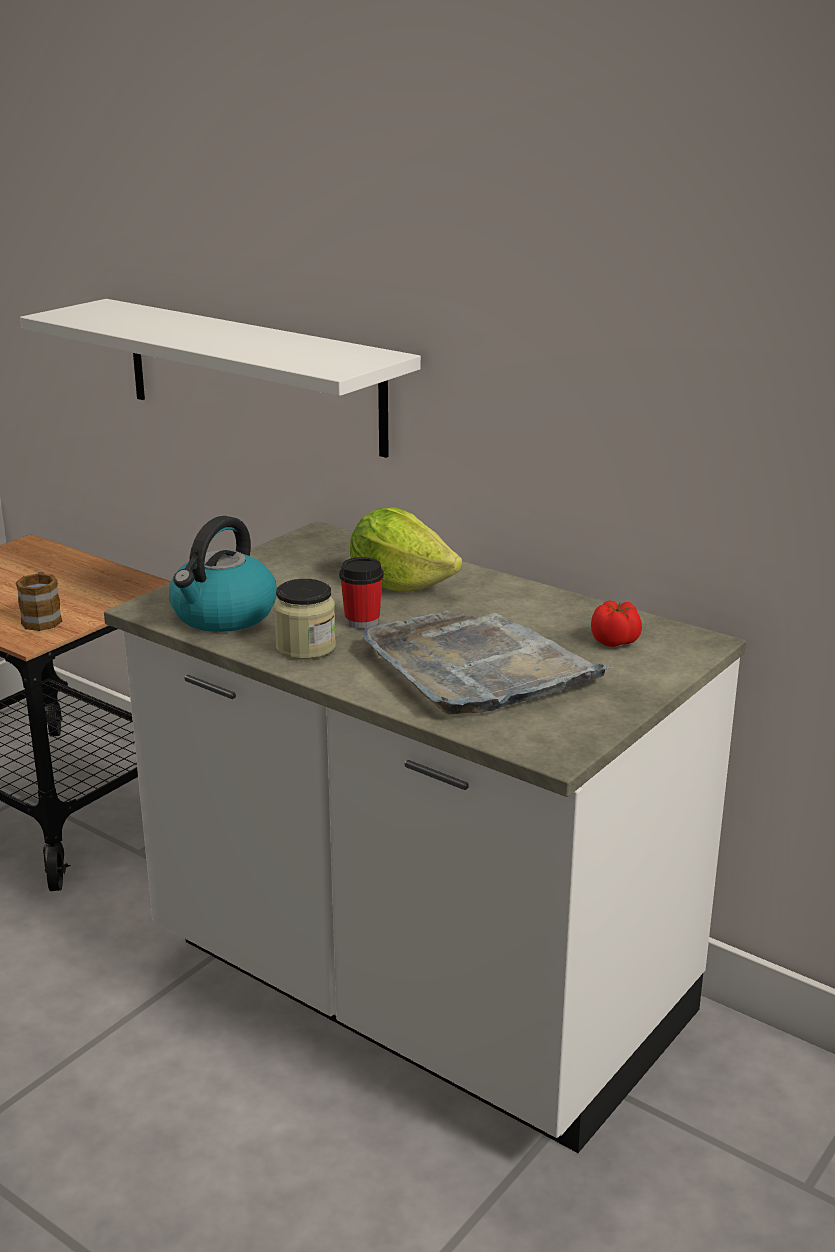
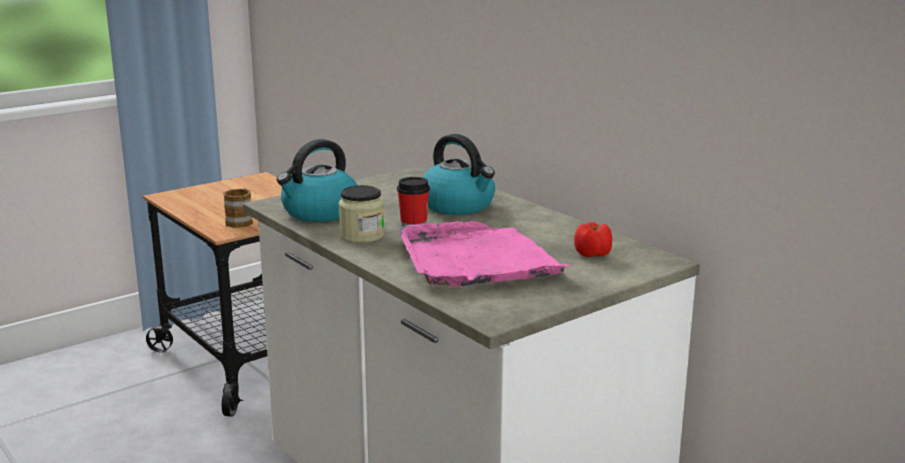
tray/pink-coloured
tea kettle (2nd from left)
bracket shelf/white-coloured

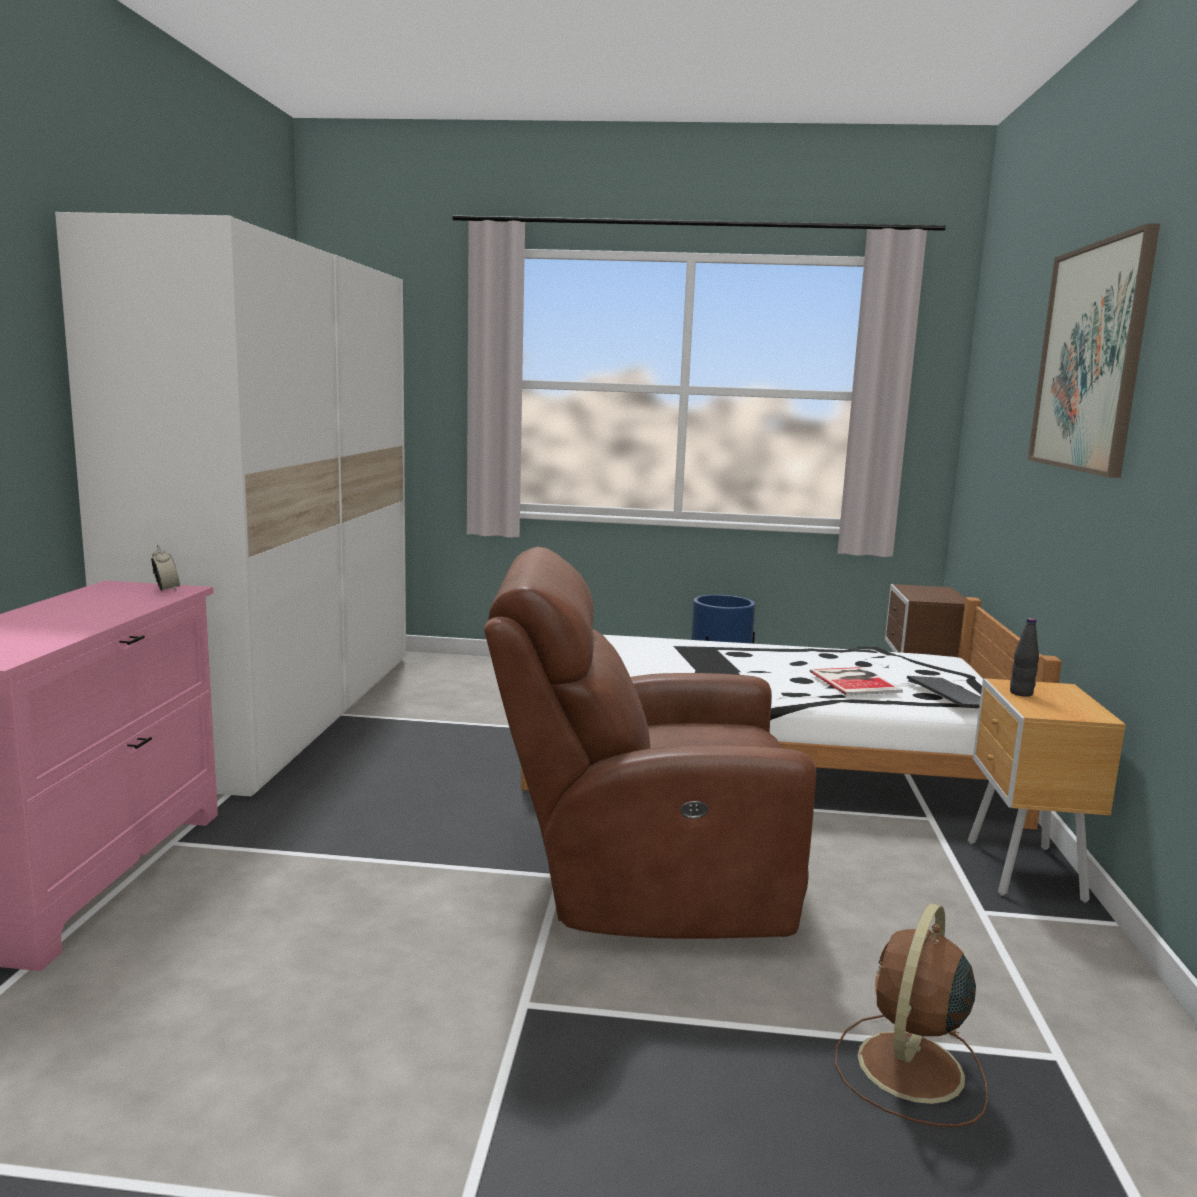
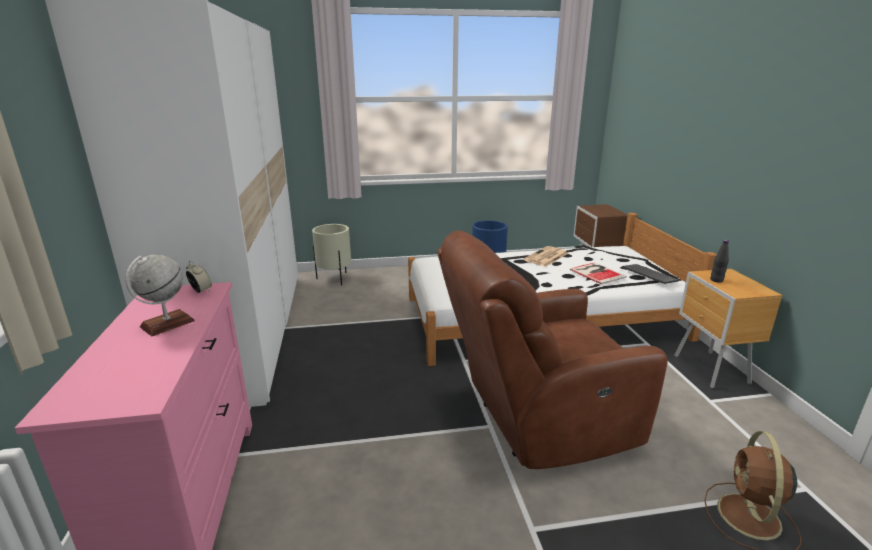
globe
flower pot/sand-coloured
newspaper
wall art

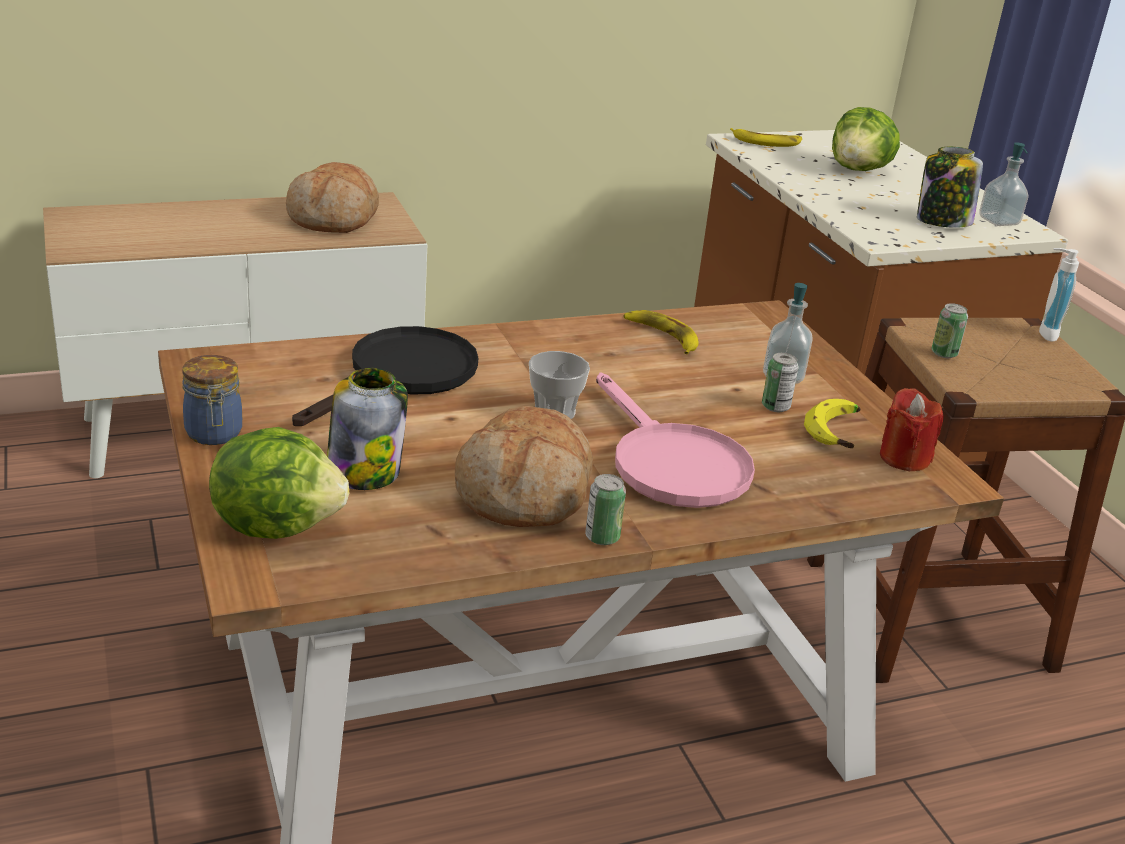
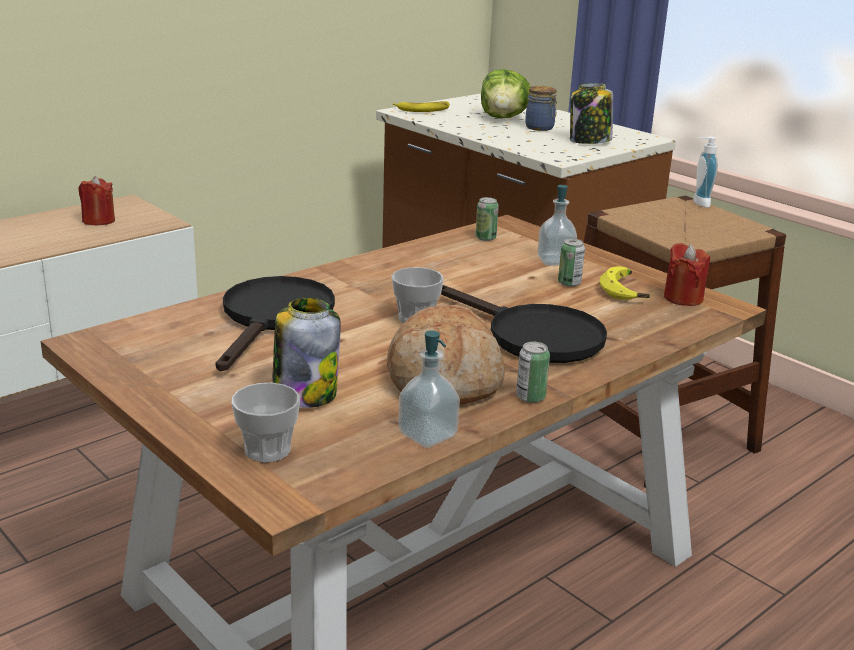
candle/red-coloured (1st from left)
drinking cup (1st from left)
soap dispenser (1st from left)
frying pan/blackish (2nd from left)
metal can (1st from left)
storage jar (2nd from left)
banana (1st from left in the first image)

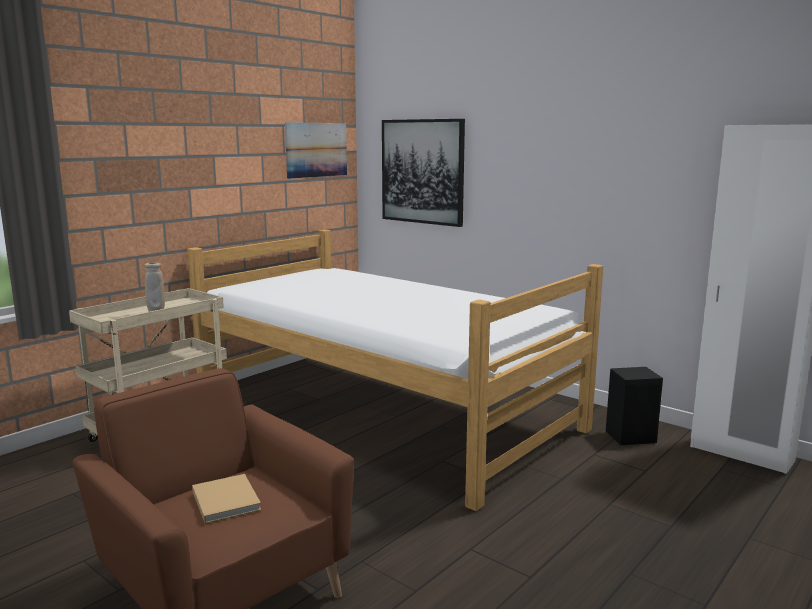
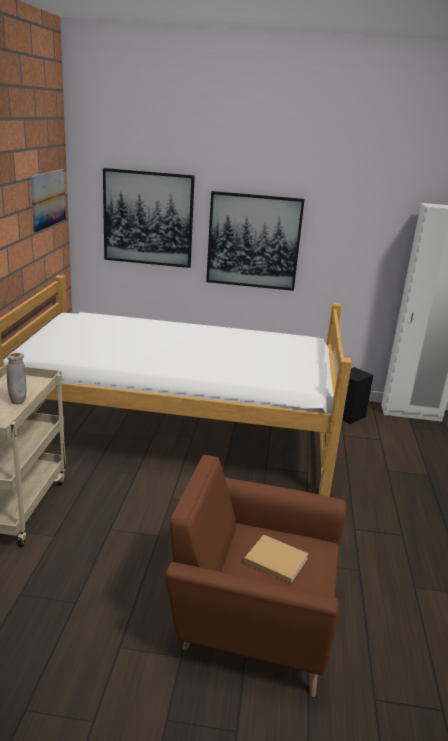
wall art (3rd from left)

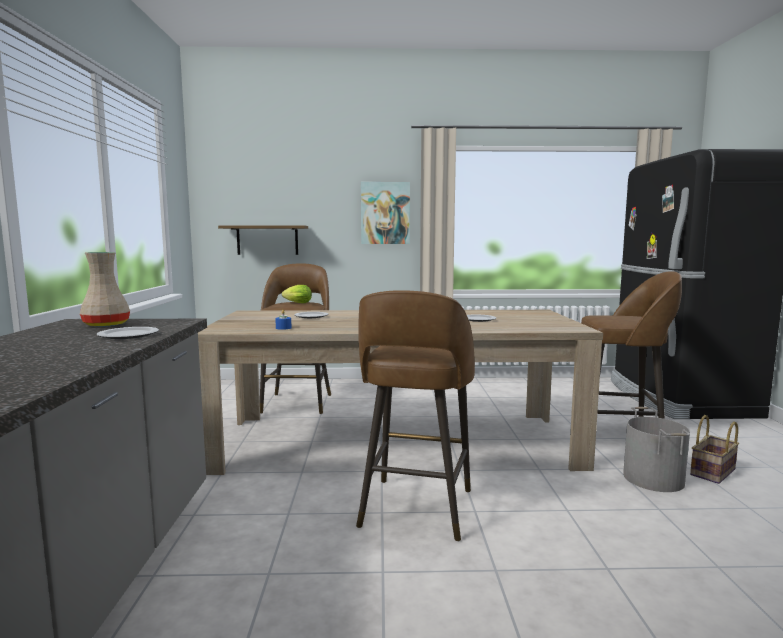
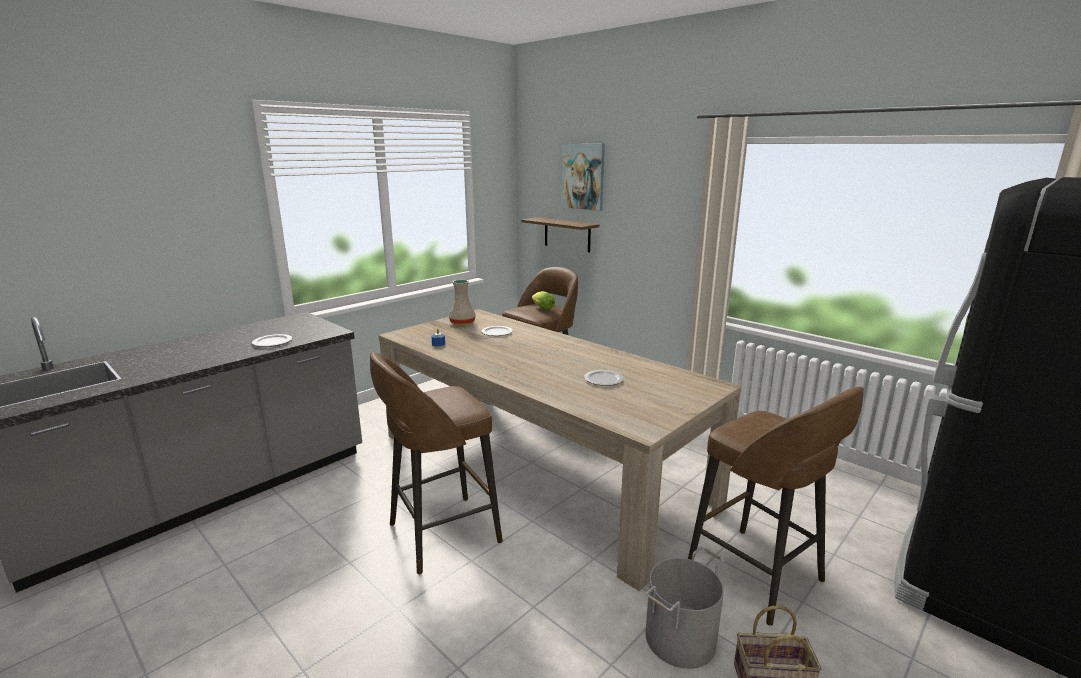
flower vase/sand-coloured
wall art

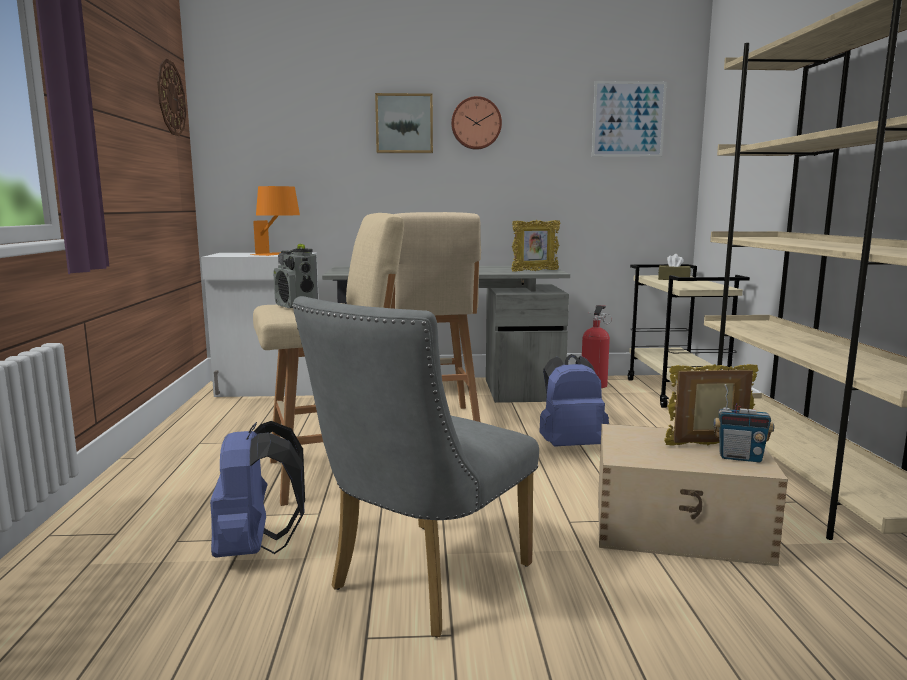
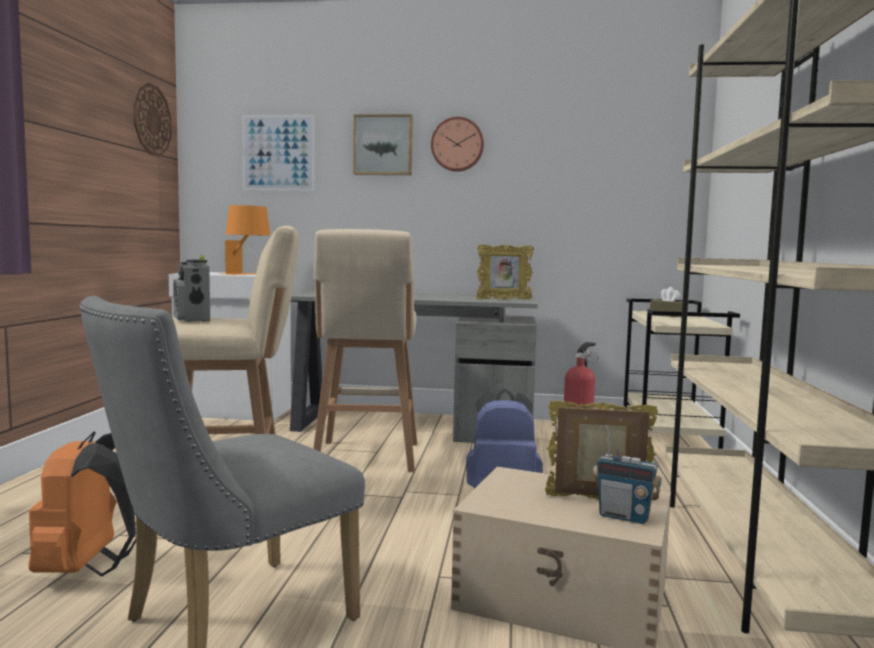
rucksack/orange-coloured
wall art (1st from left)

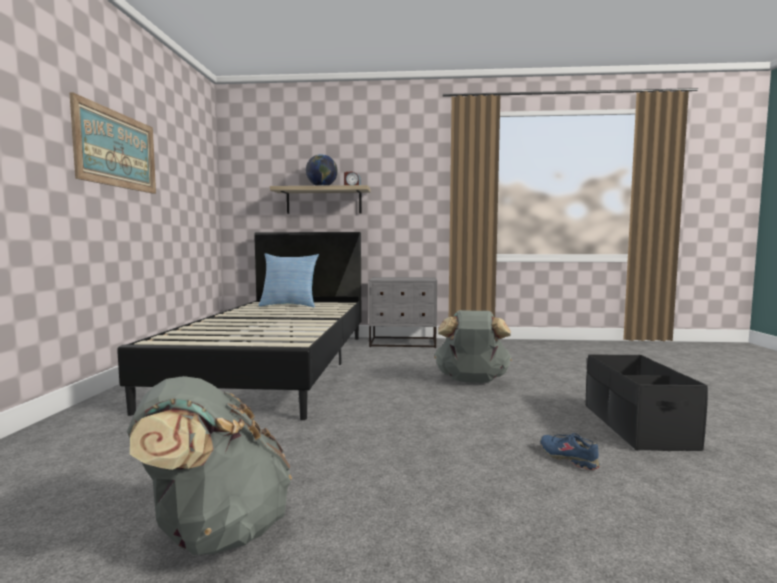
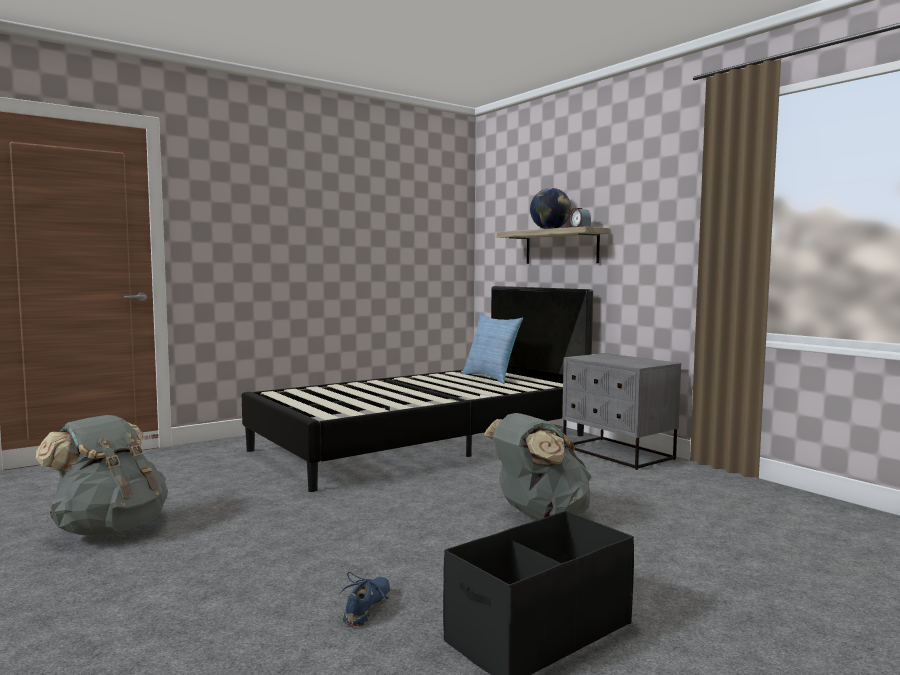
wall art

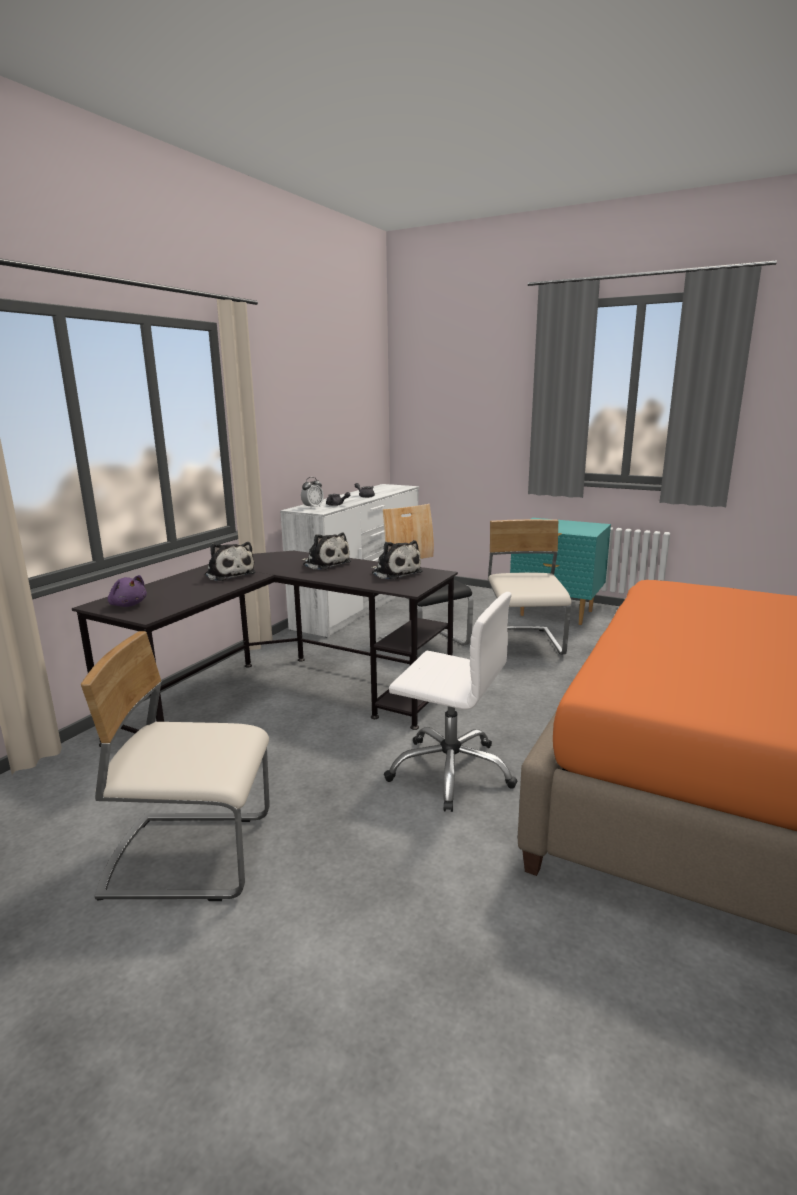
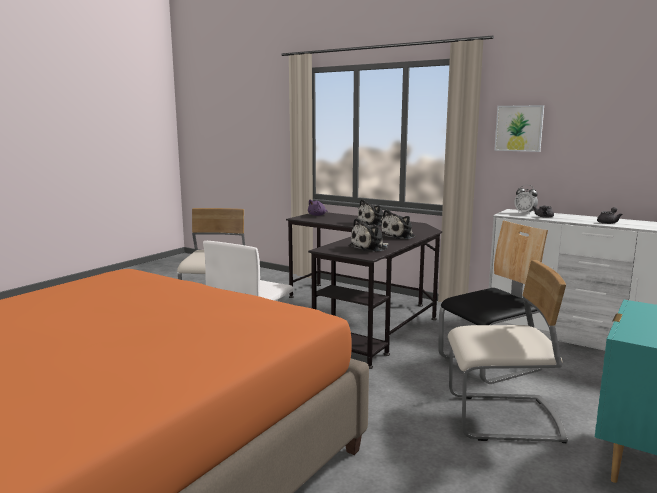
wall art

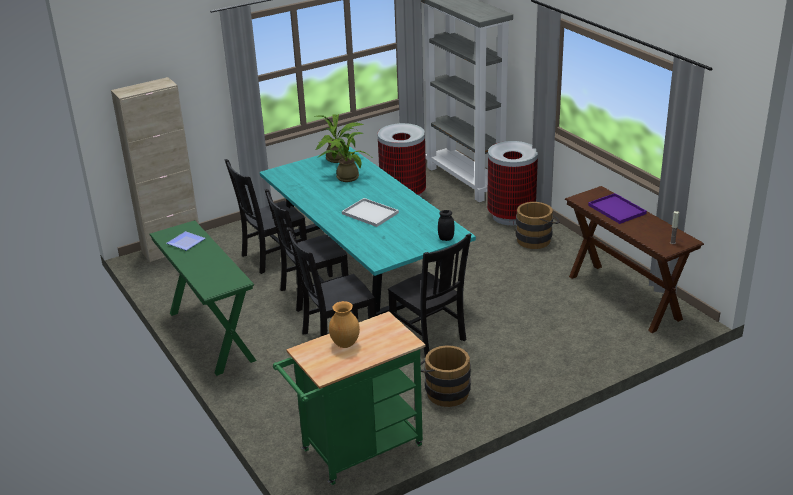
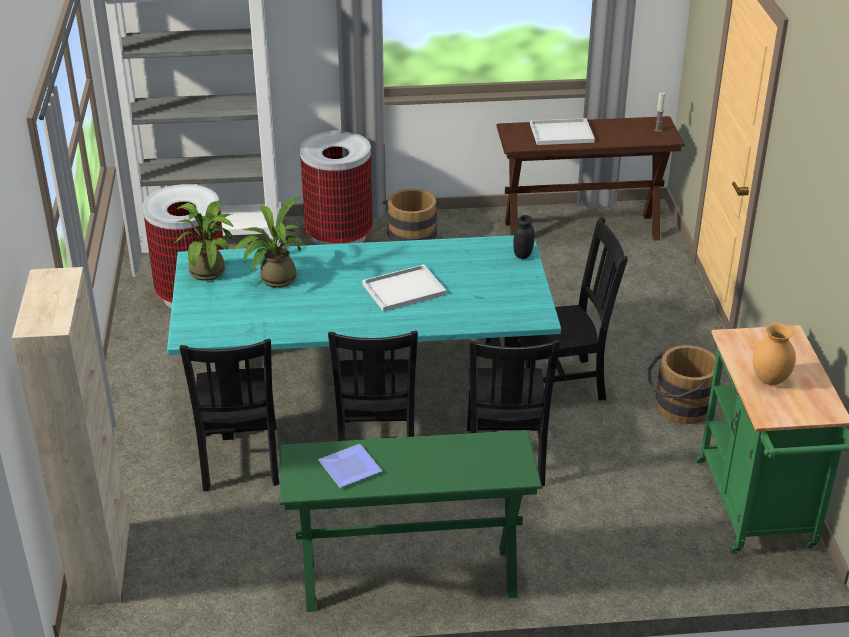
tray/white-coloured (2nd from left)

